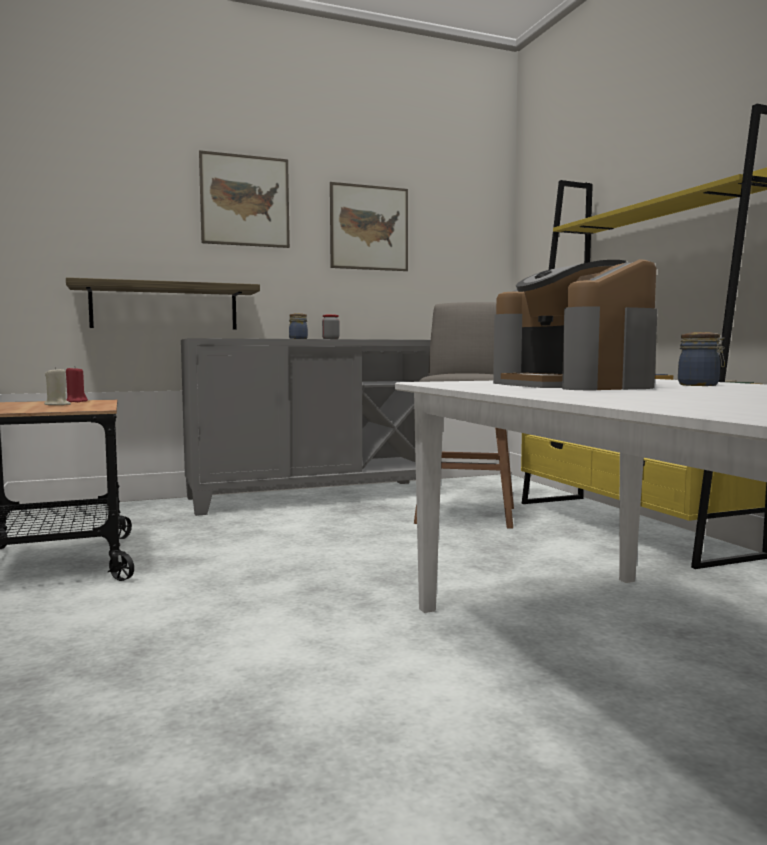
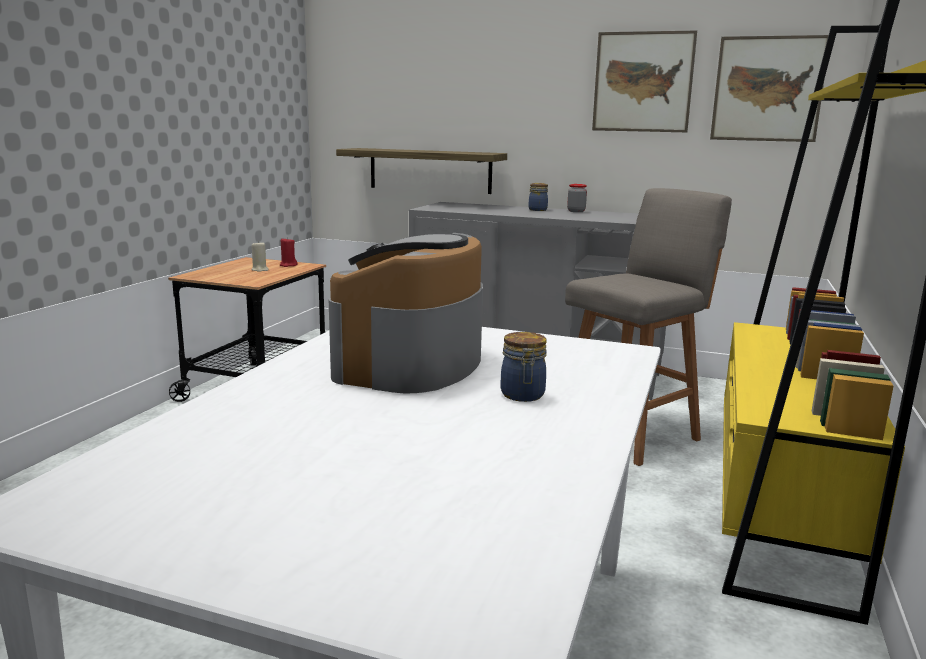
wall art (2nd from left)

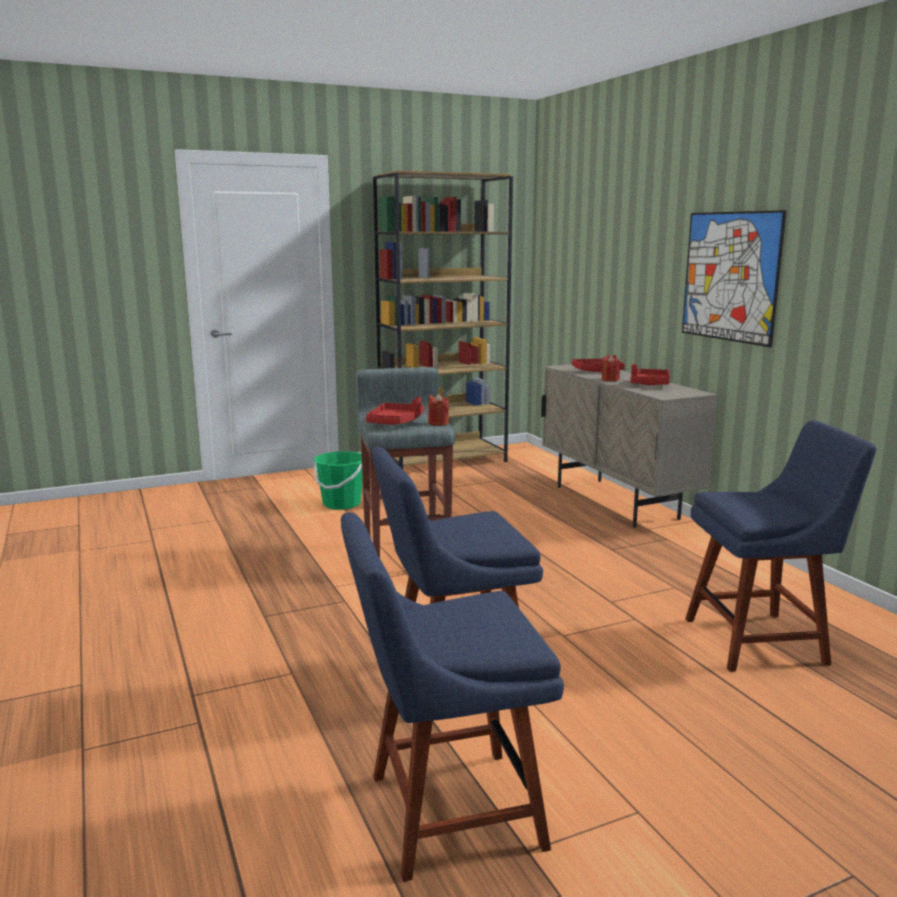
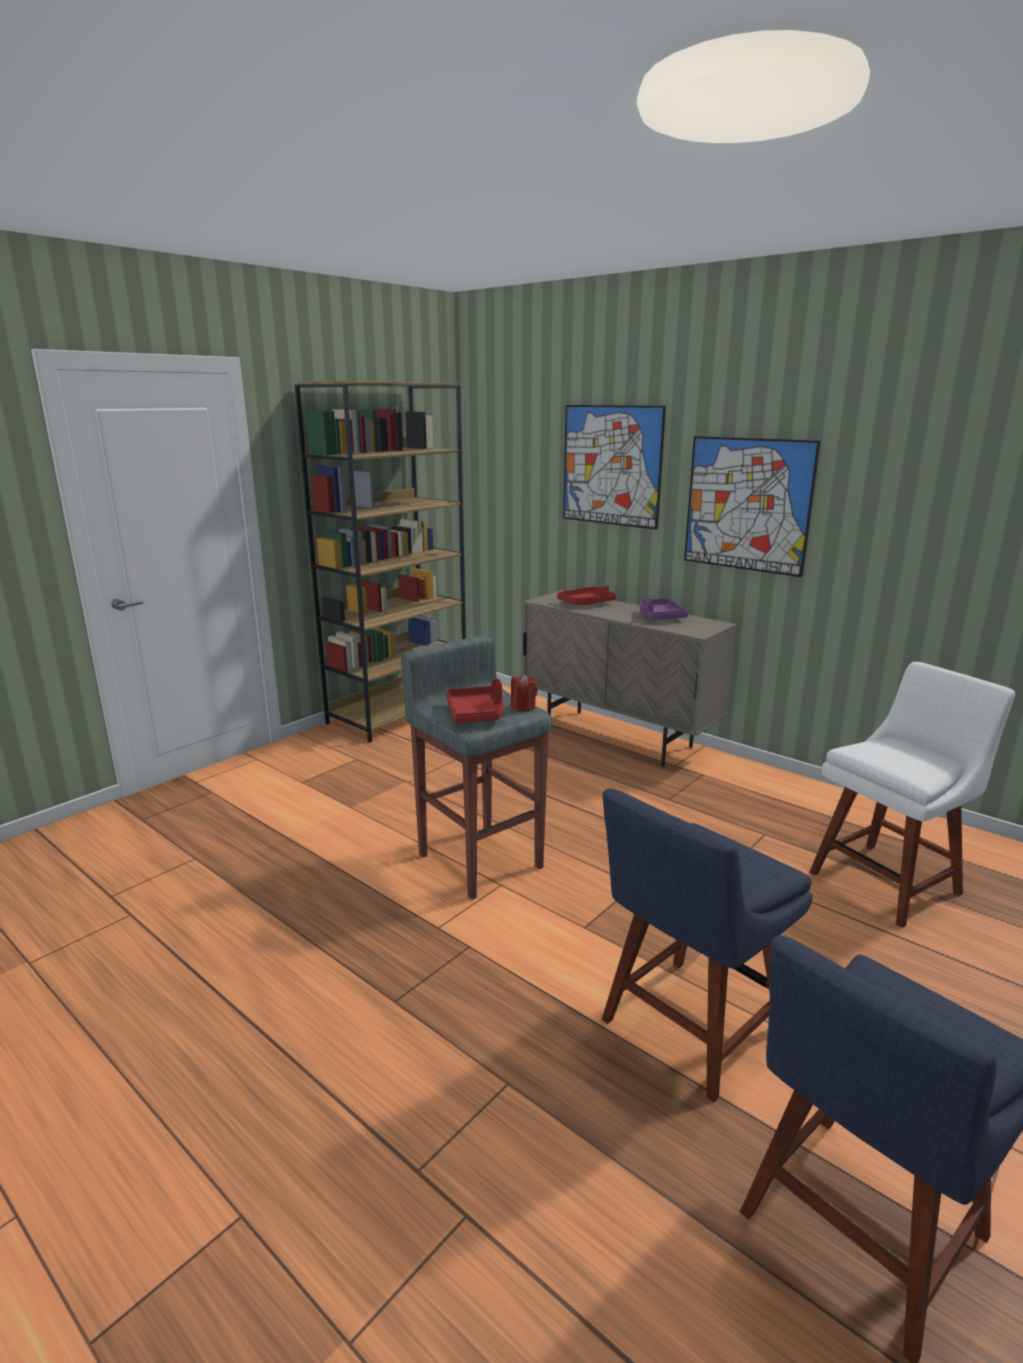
wall art (1st from left)
tray/purplish
plain chair/white-coloured
bucket/green-coloured
candle/red-coloured (2nd from left in the first image)

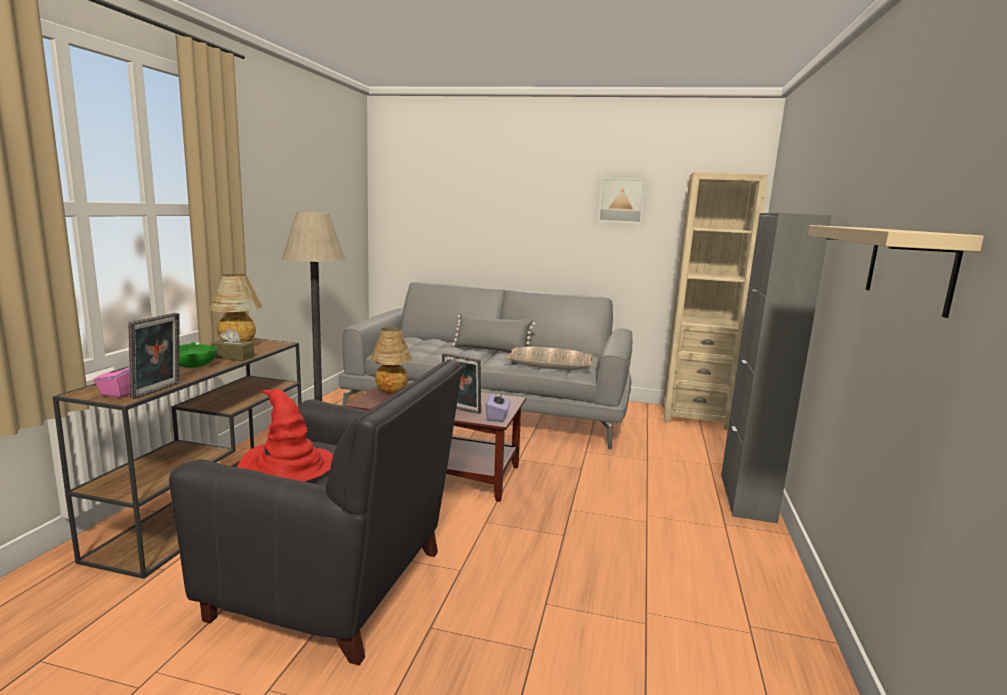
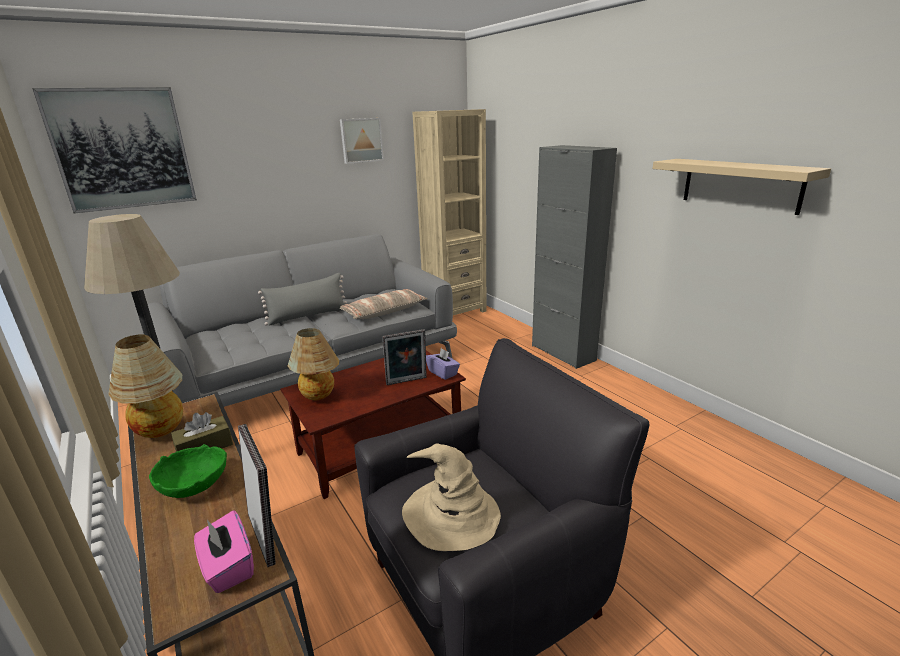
wall art (1st from left)
hat/sand-coloured

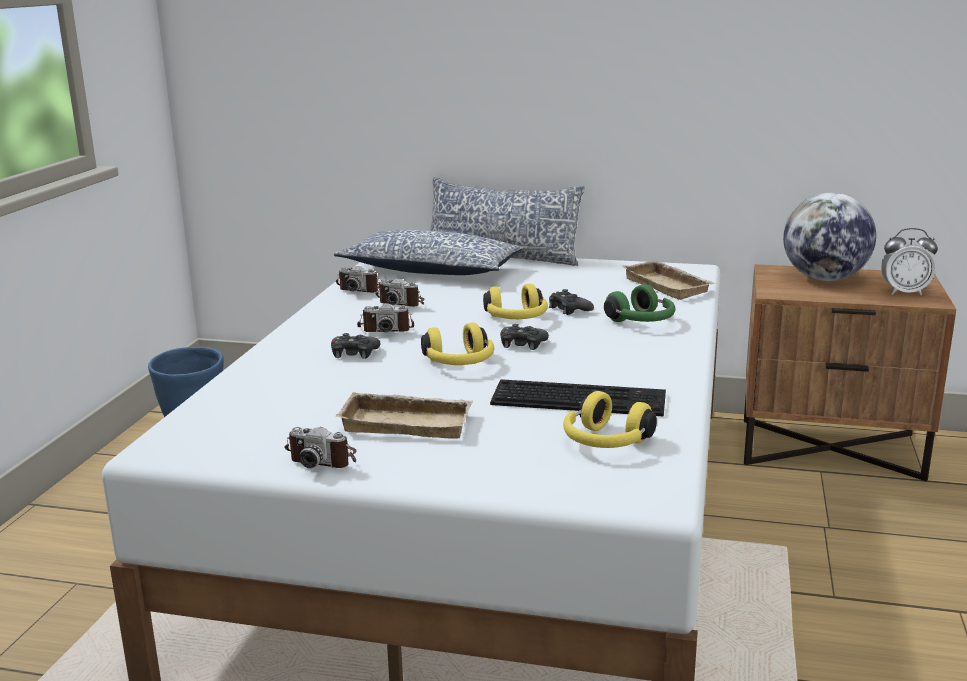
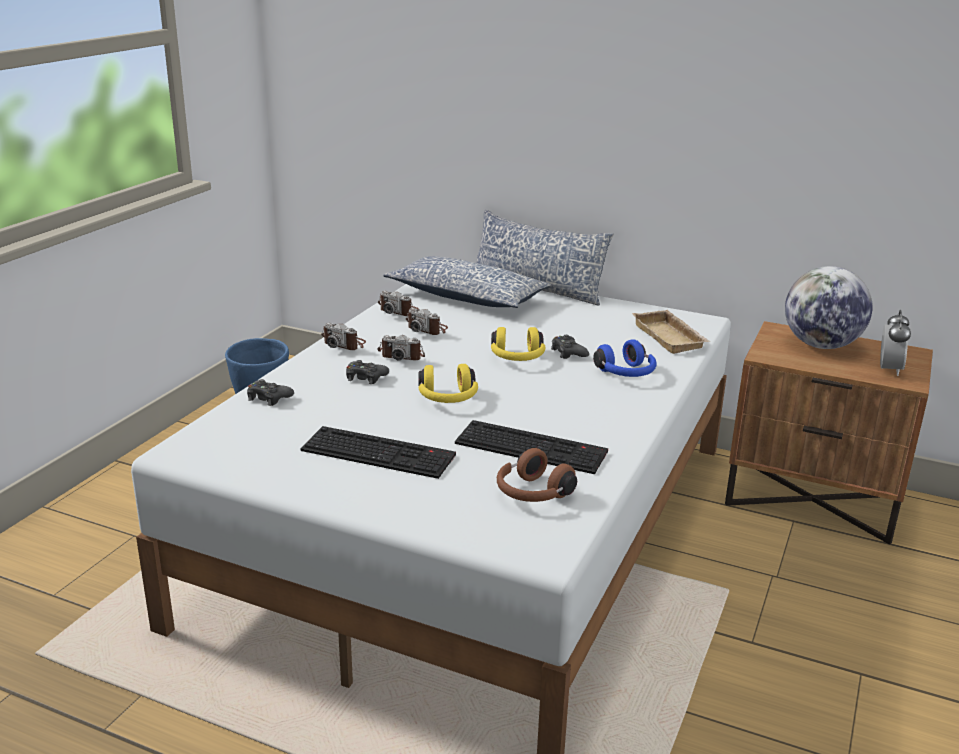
joypad/blackish (1st from left)
PC keyboard (1st from left)
still camera (1st from left)
pair of headphones/brown-coloured
pair of headphones/bluish
bedside clock

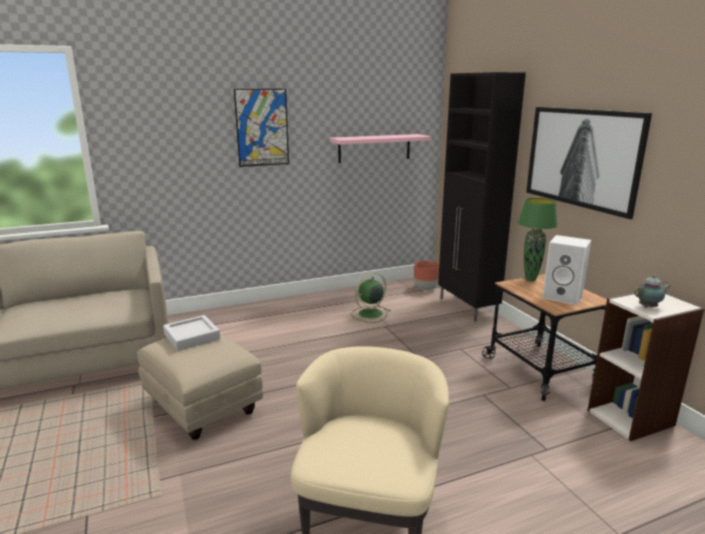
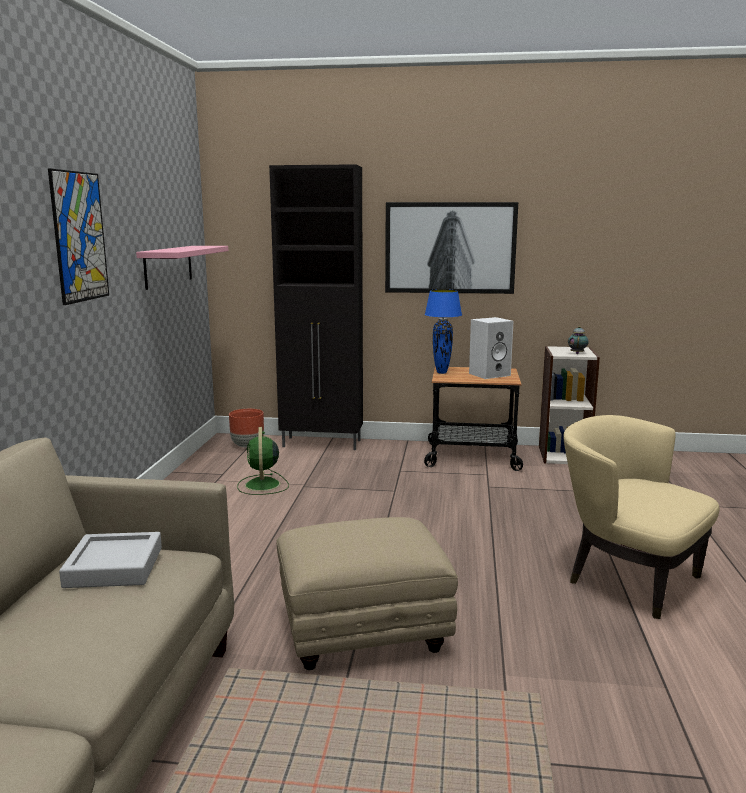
tray/grey
table lamp/bluish

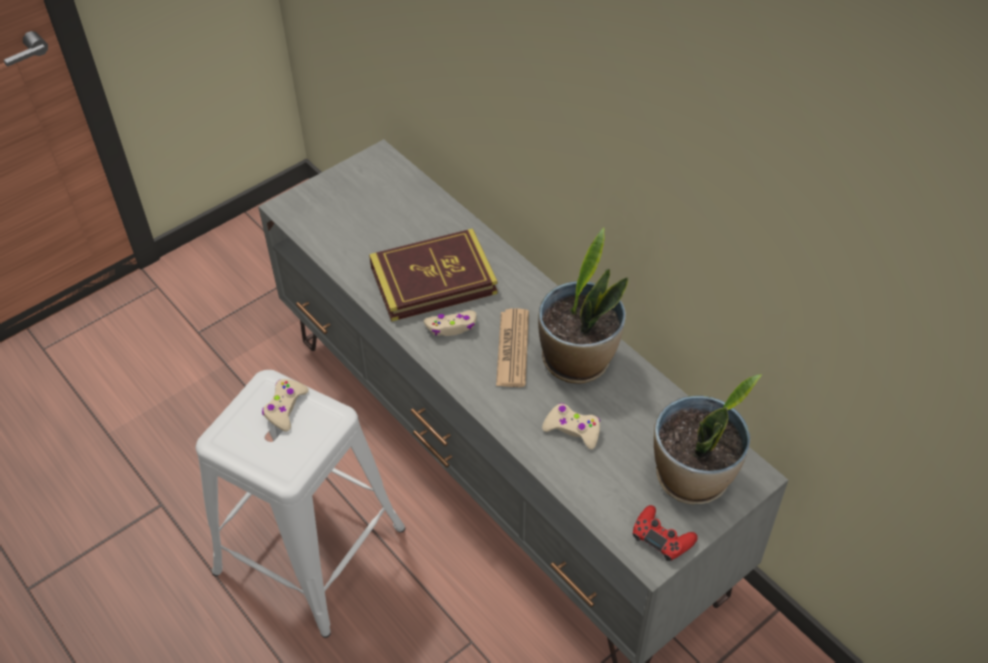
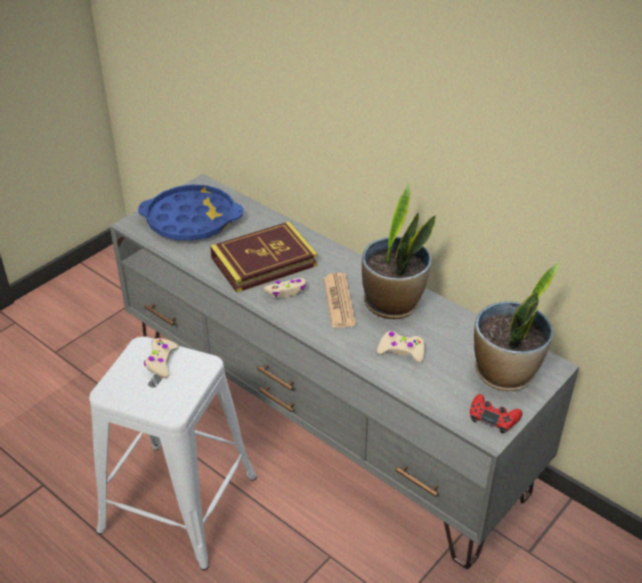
tray/bluish

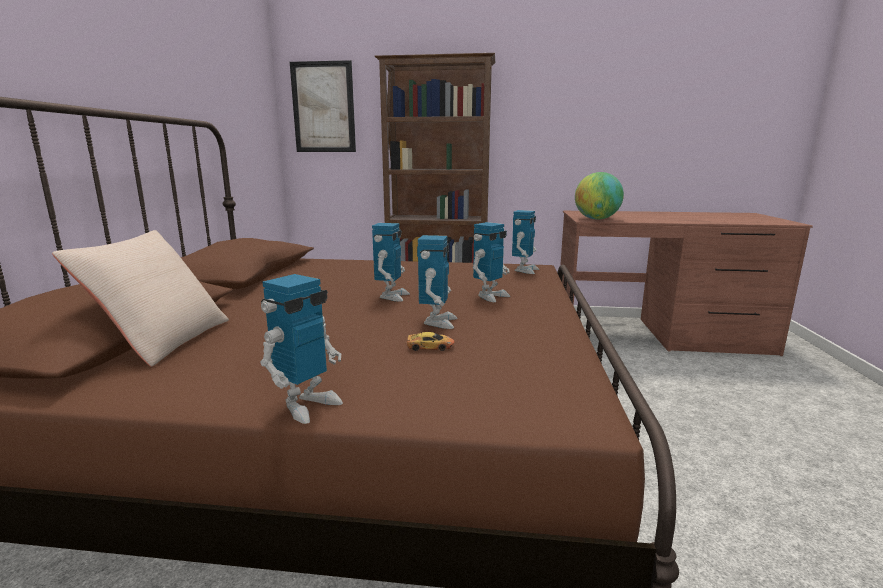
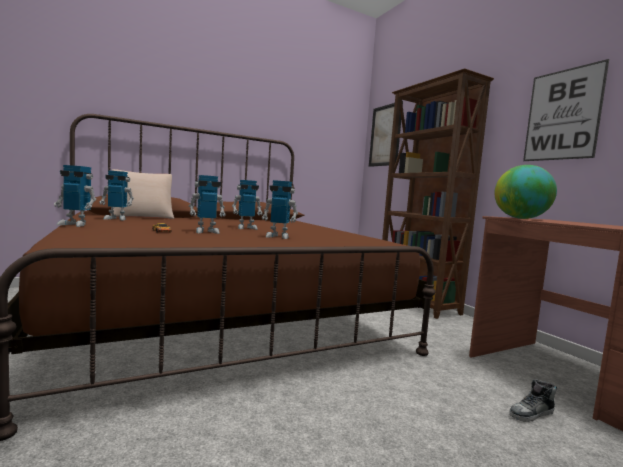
model robot (2nd from left)
item of footwear
wall art (2nd from left)

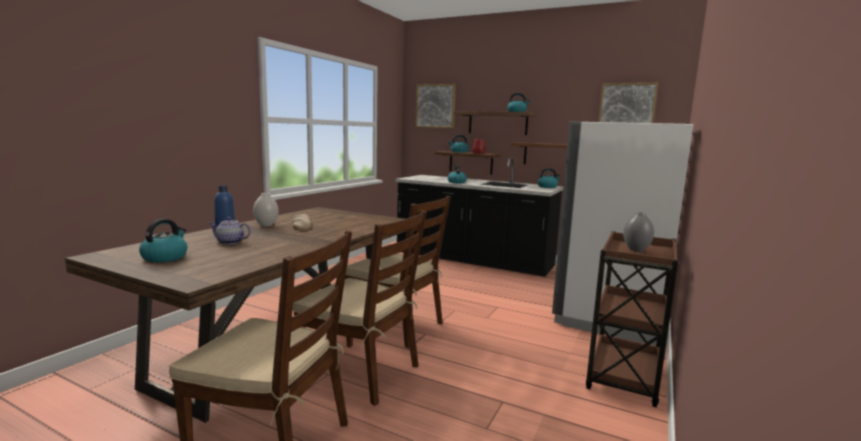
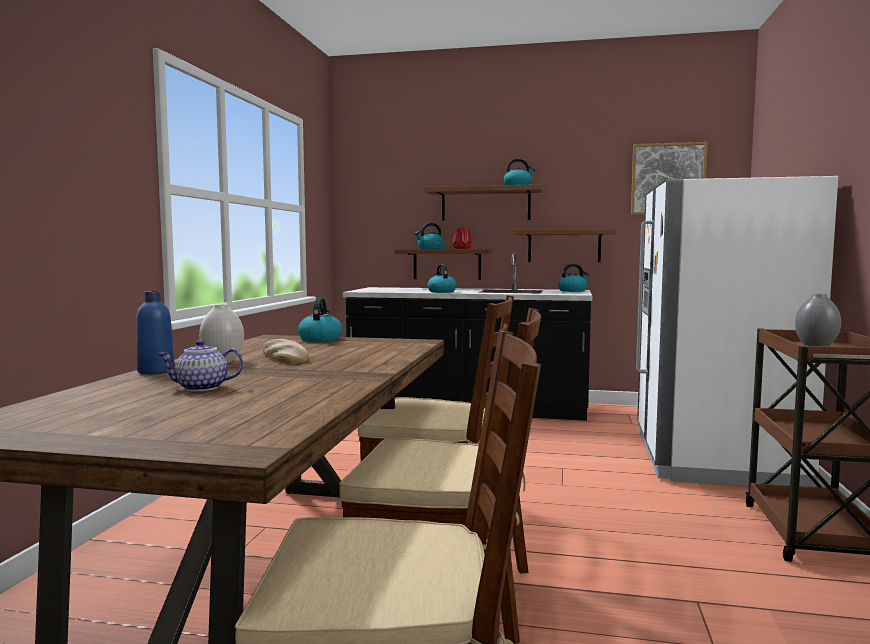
tea kettle (1st from left)
wall art (1st from left in the first image)

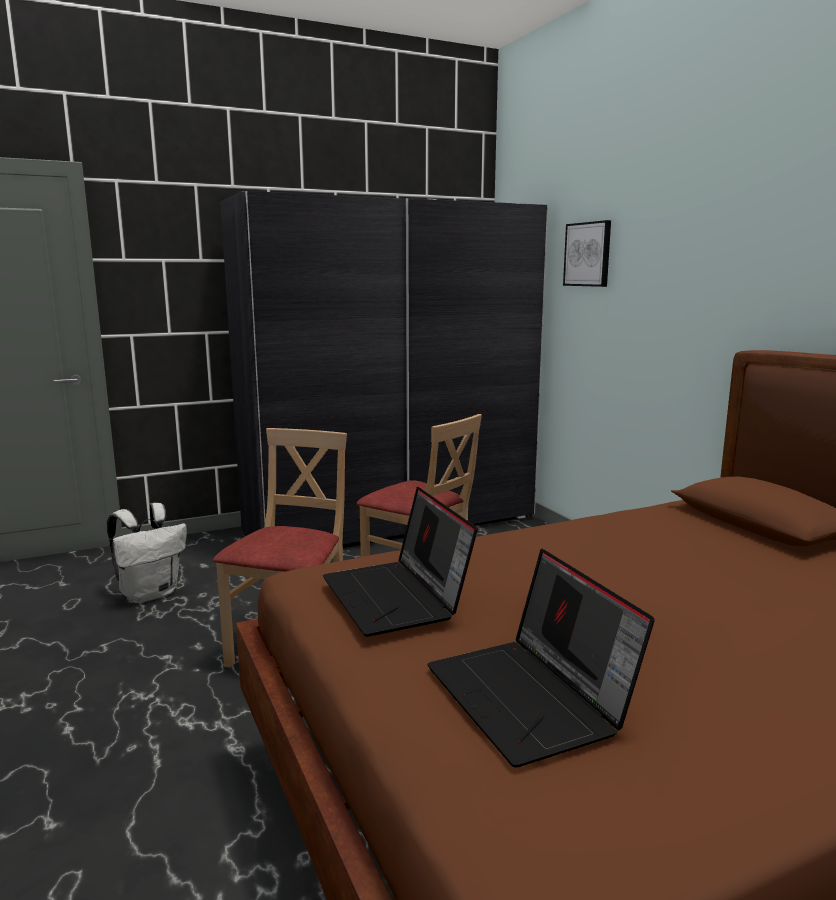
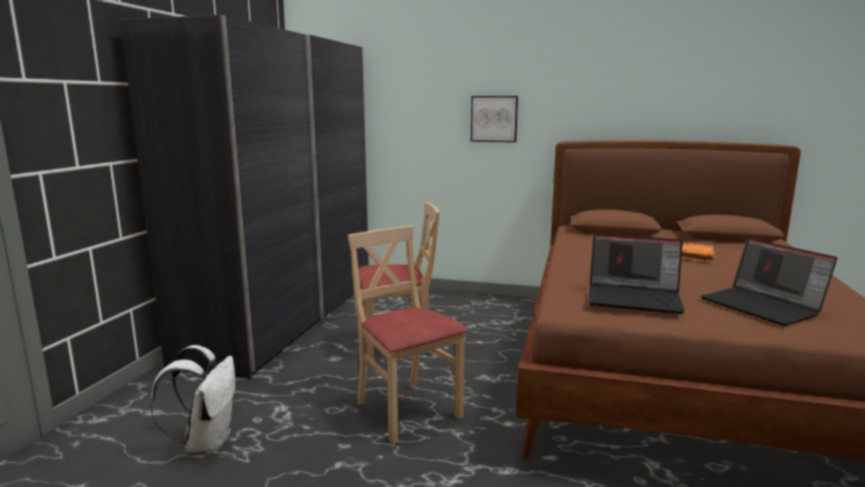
wall art
volume/orange-coloured
notebook computer (2nd from left)

